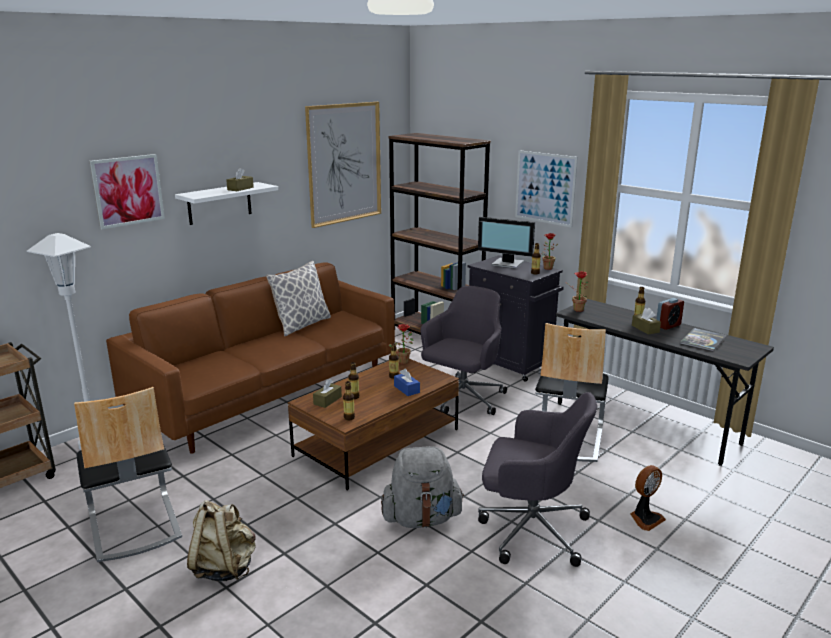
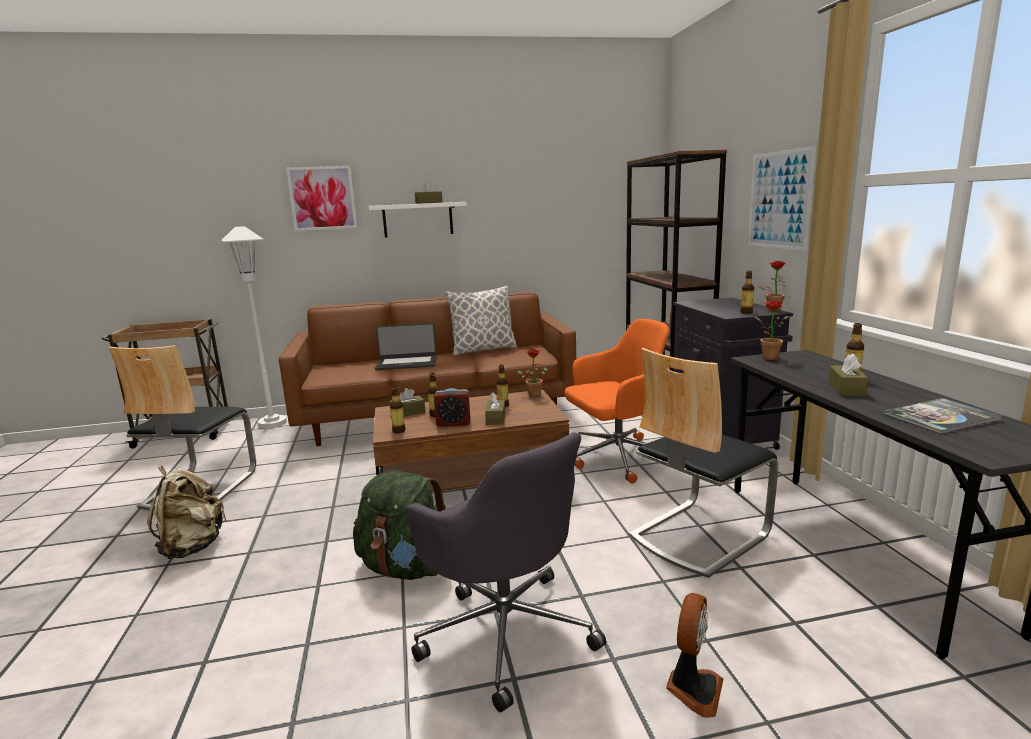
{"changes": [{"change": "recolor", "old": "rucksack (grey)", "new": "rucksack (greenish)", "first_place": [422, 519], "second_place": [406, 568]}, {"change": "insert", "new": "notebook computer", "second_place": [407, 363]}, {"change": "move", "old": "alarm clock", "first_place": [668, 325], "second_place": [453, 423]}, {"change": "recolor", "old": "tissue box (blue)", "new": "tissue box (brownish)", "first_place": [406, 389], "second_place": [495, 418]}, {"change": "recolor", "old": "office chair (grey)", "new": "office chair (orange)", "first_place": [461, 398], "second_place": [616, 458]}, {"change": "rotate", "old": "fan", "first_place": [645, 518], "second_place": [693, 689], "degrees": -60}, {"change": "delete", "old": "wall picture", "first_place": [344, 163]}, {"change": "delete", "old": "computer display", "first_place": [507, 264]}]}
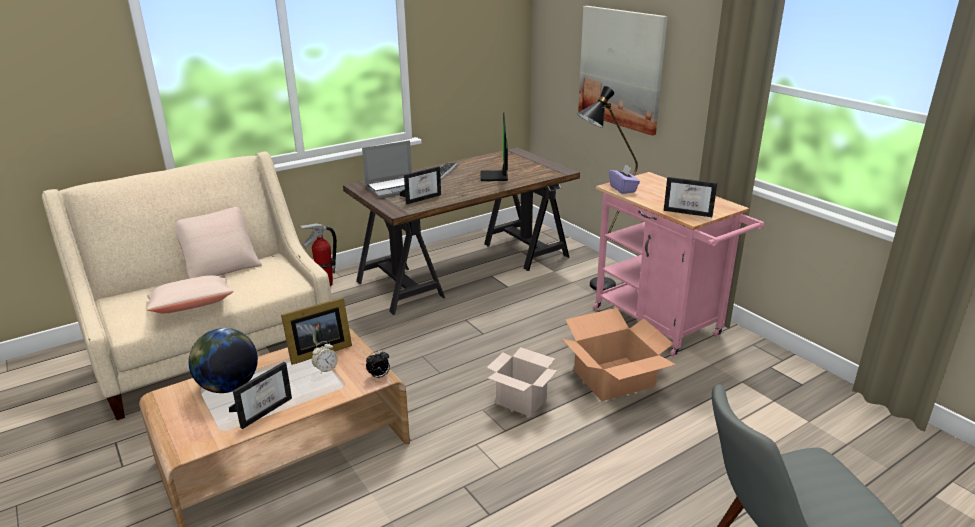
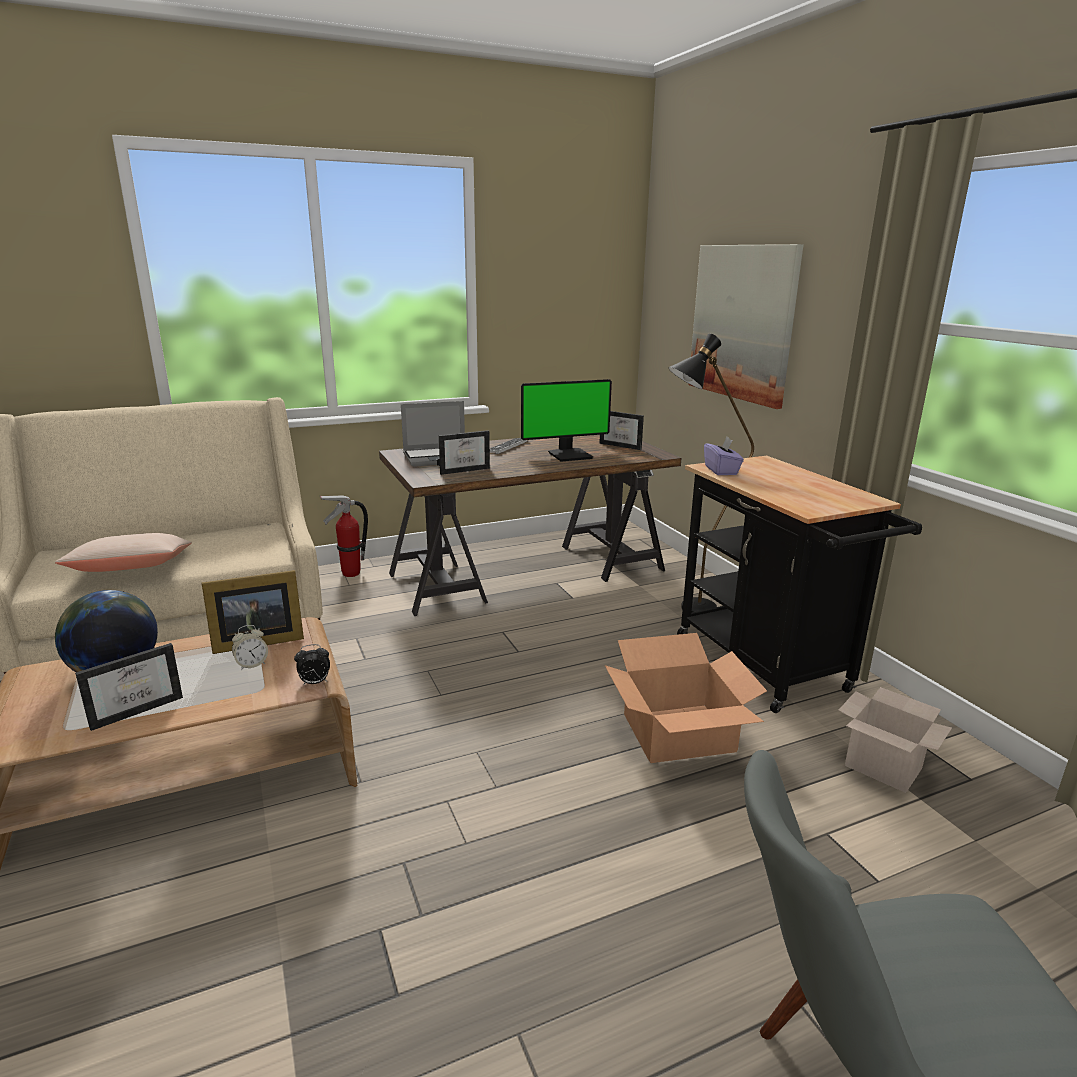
{"changes": [{"change": "rotate", "old": "computer display", "first_place": [496, 176], "second_place": [570, 455], "degrees": -120}, {"change": "move", "old": "picture frame", "first_place": [689, 212], "second_place": [623, 445]}, {"change": "recolor", "old": "cart (pink)", "new": "cart (black-coloured)", "first_place": [662, 325], "second_place": [769, 668]}, {"change": "move", "old": "cardboard box", "first_place": [522, 401], "second_place": [885, 767]}, {"change": "delete", "old": "pillow (beige)", "first_place": [221, 267]}]}
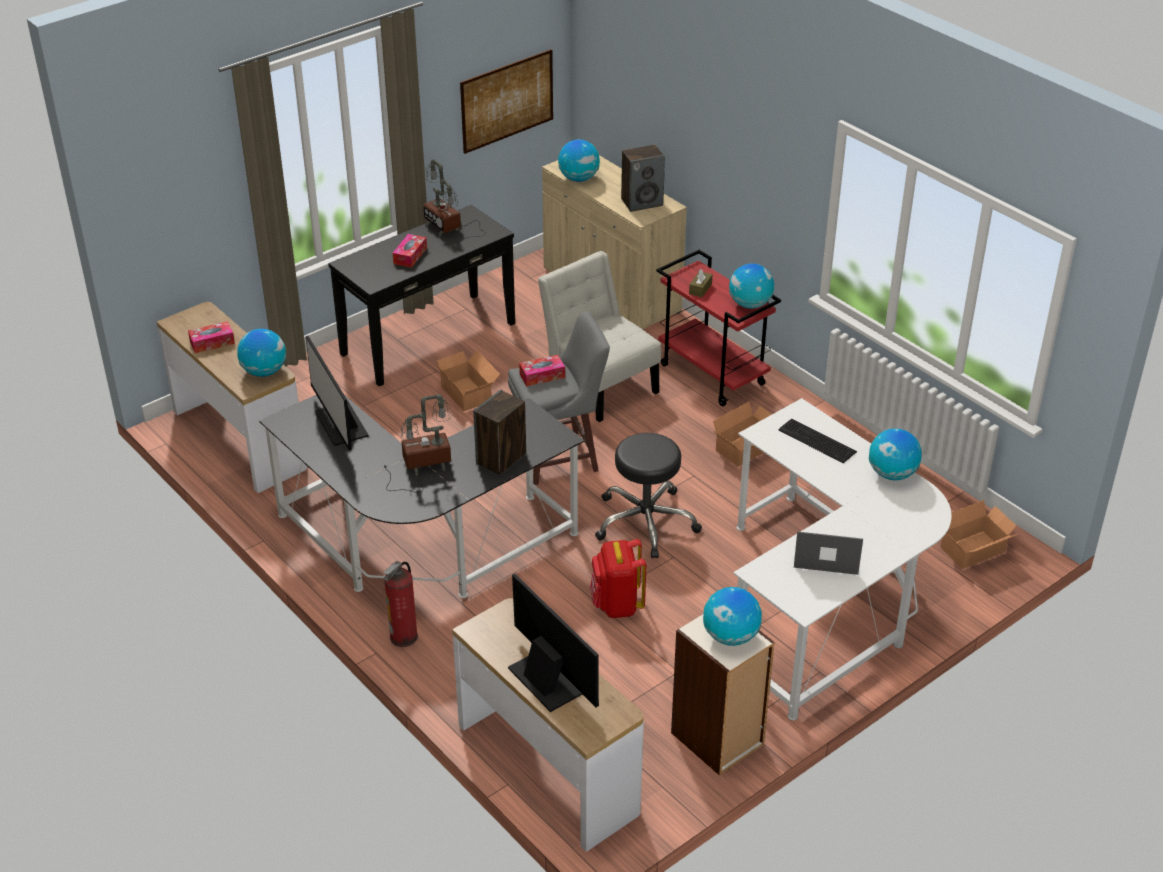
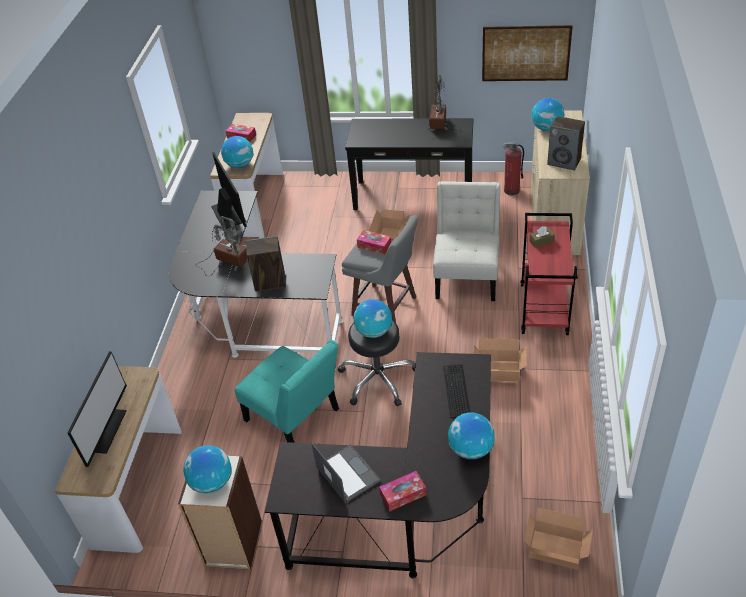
{"changes": [{"change": "rotate", "old": "computer display", "first_place": [340, 424], "second_place": [229, 214], "degrees": 135}, {"change": "replace", "old": "rucksack (reddish)", "new": "plain chair (blue-green)", "first_place": [617, 605], "second_place": [295, 418]}, {"change": "recolor", "old": "desk unit (whitish)", "new": "desk unit (black-coloured)", "first_place": [827, 601], "second_place": [410, 509]}, {"change": "move", "old": "world globe", "first_place": [750, 304], "second_place": [374, 331]}, {"change": "move", "old": "tissue box", "first_place": [410, 256], "second_place": [403, 494]}, {"change": "move", "old": "fire-fighting cylinder", "first_place": [404, 637], "second_place": [511, 190]}]}
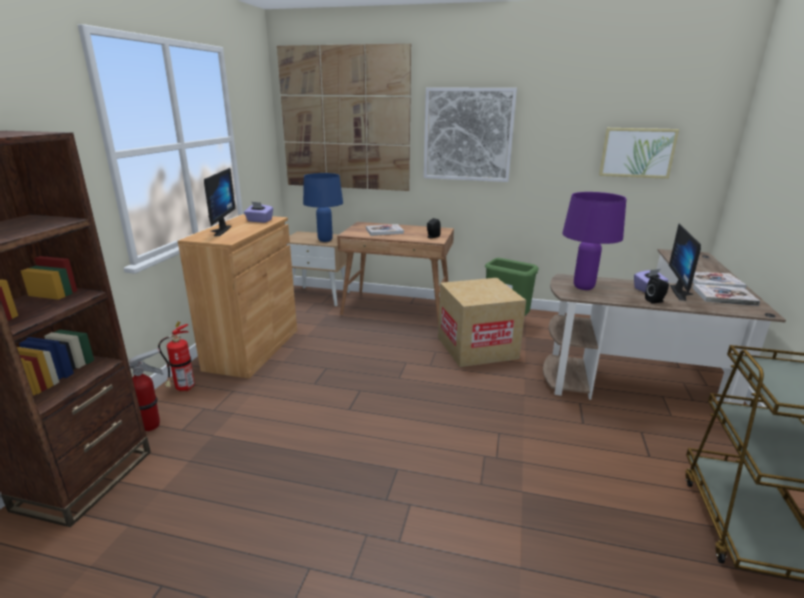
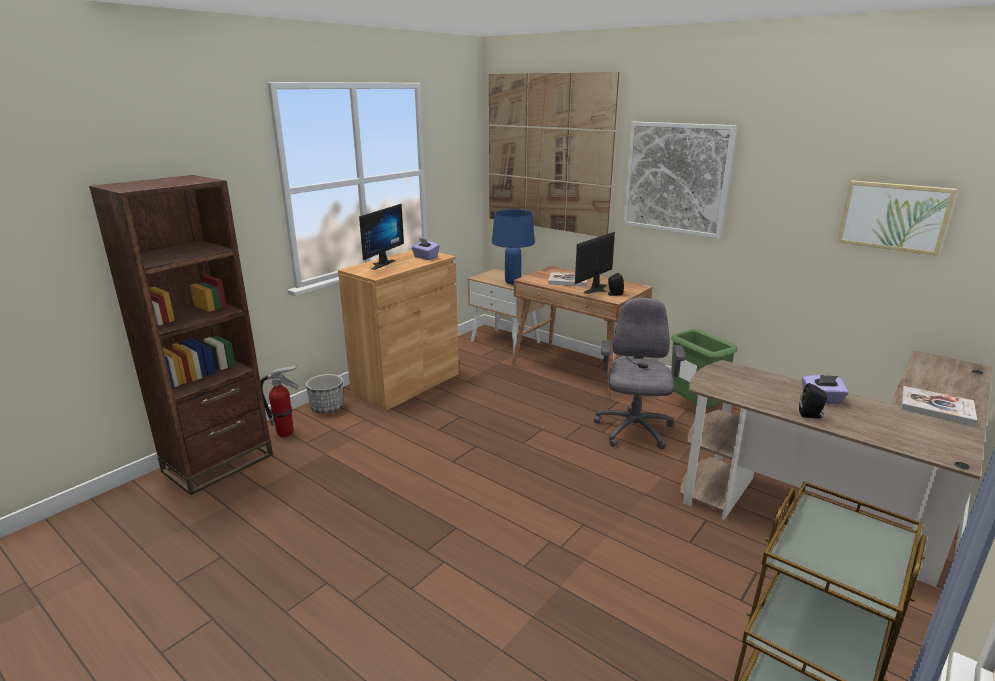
{"changes": [{"change": "replace", "old": "fire-fighting cylinder", "new": "flower pot", "first_place": [183, 389], "second_place": [327, 408]}, {"change": "move", "old": "computer display", "first_place": [683, 293], "second_place": [599, 290]}, {"change": "replace", "old": "cardboard box", "new": "office chair (grey)", "first_place": [477, 348], "second_place": [633, 430]}, {"change": "delete", "old": "lamp for a table (purple)", "first_place": [583, 287]}, {"change": "delete", "old": "book", "first_place": [724, 296]}]}
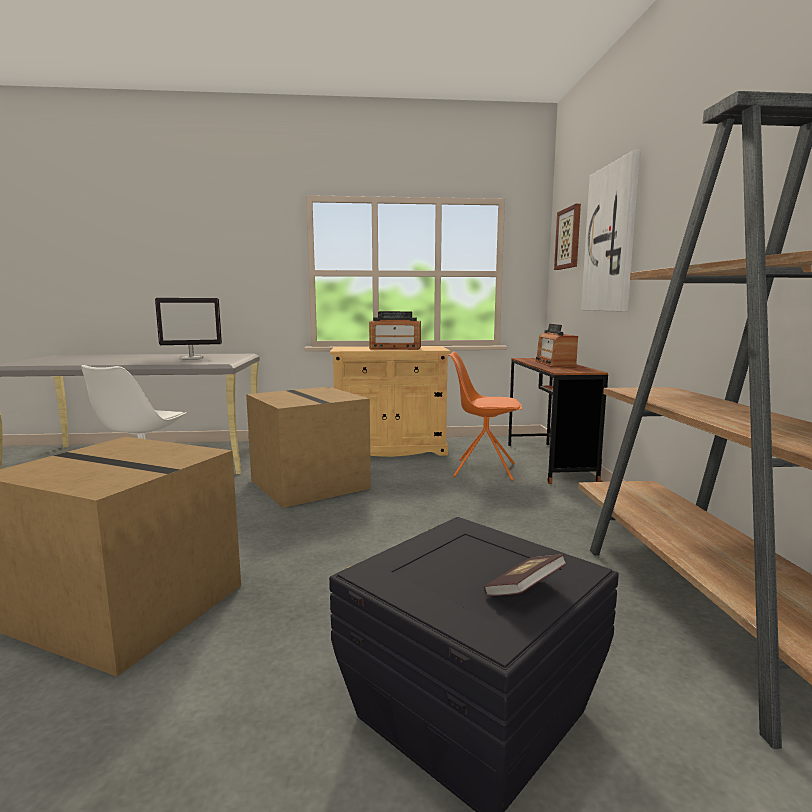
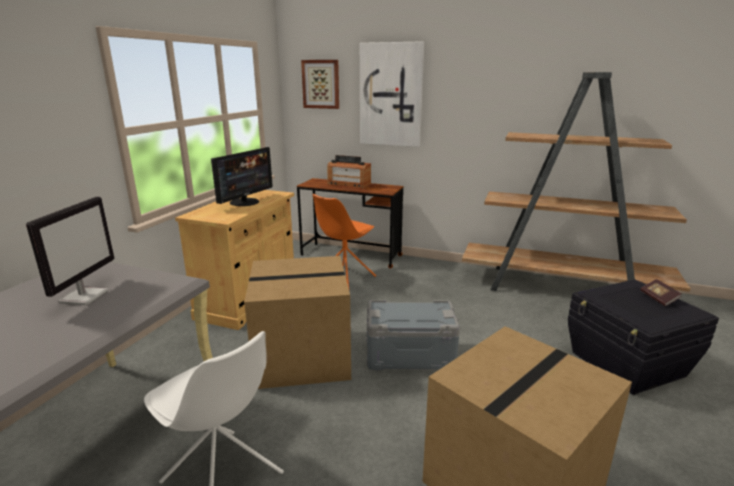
{"changes": [{"change": "replace", "old": "radio set", "new": "computer display", "first_place": [395, 348], "second_place": [245, 202]}, {"change": "insert", "new": "storage bin (grey)", "second_place": [410, 356]}]}
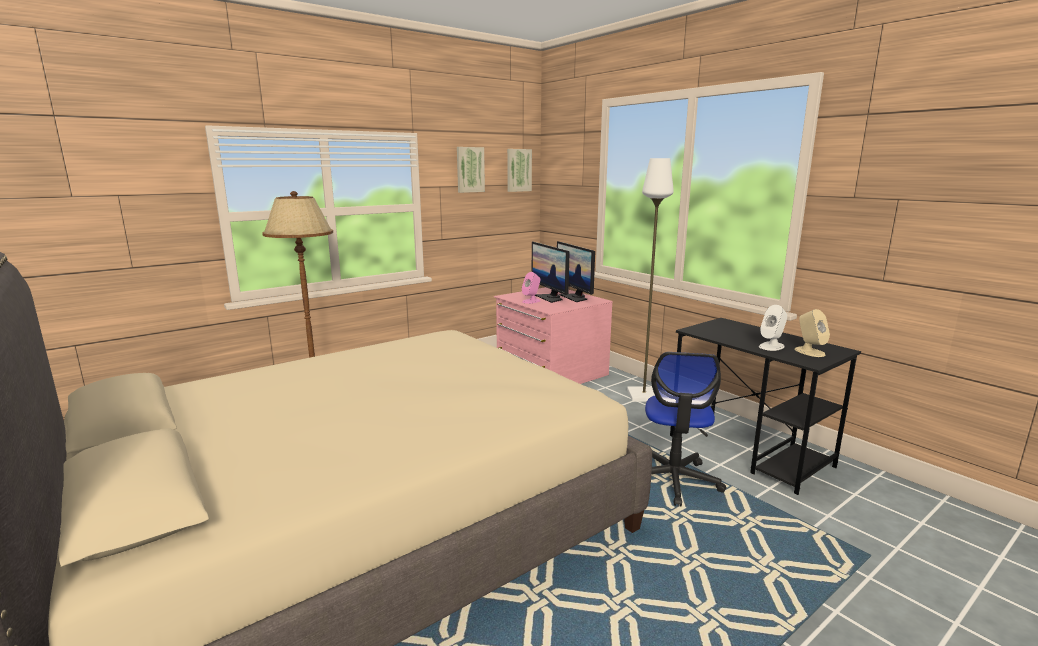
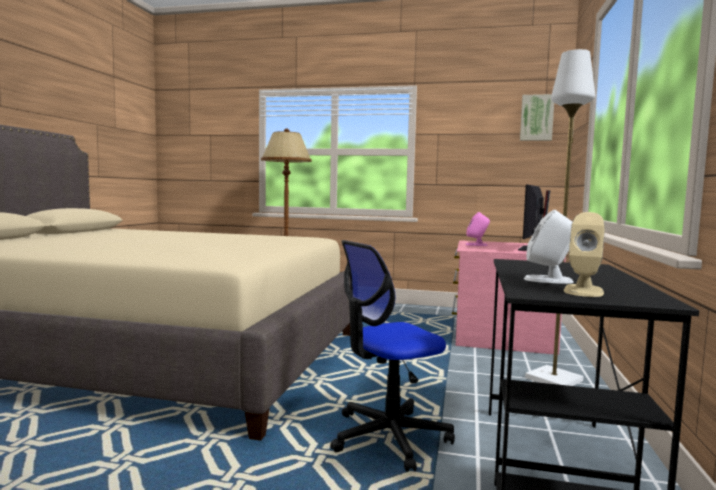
{"changes": [{"change": "delete", "old": "wall picture", "first_place": [469, 169]}, {"change": "delete", "old": "computer display", "first_place": [550, 298]}]}
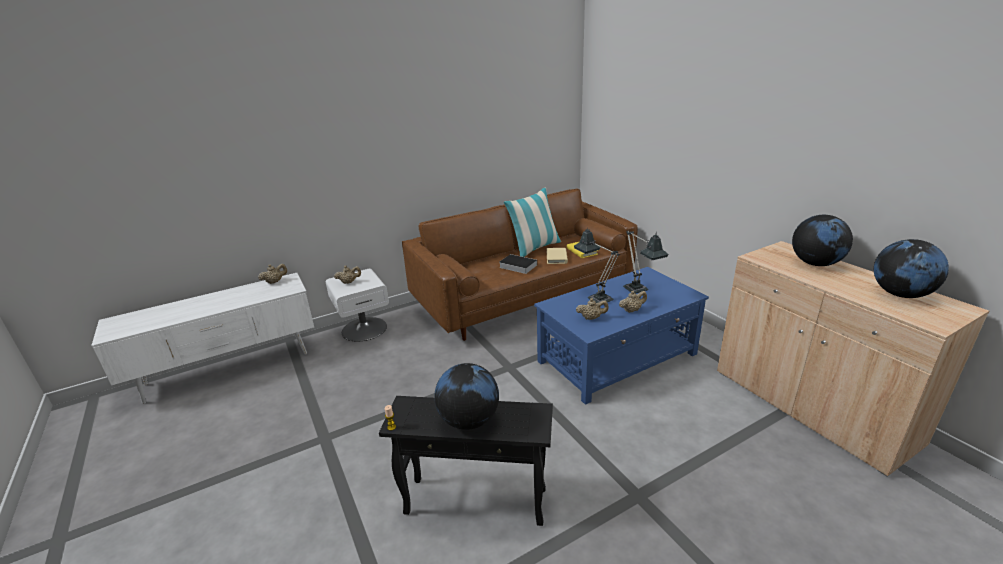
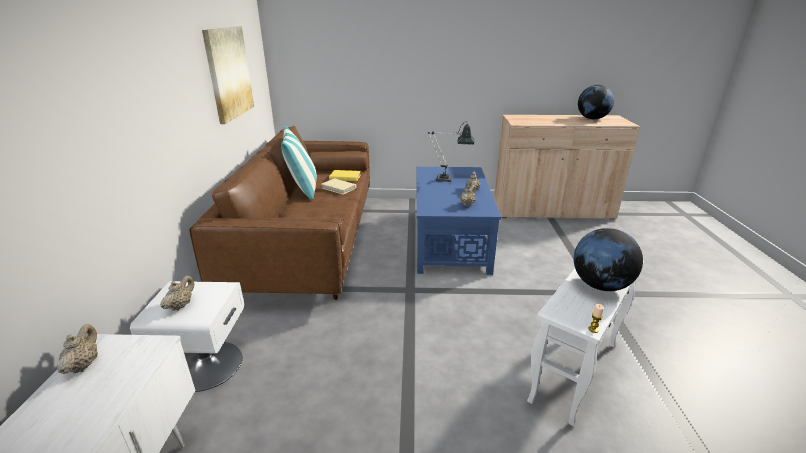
{"changes": [{"change": "insert", "new": "wall picture", "second_place": [228, 73]}, {"change": "recolor", "old": "side table (black-coloured)", "new": "side table (whitish)", "first_place": [476, 501], "second_place": [574, 371]}, {"change": "delete", "old": "book", "first_place": [516, 266]}, {"change": "delete", "old": "lamp for a table", "first_place": [596, 297]}, {"change": "delete", "old": "world globe", "first_place": [815, 263]}]}
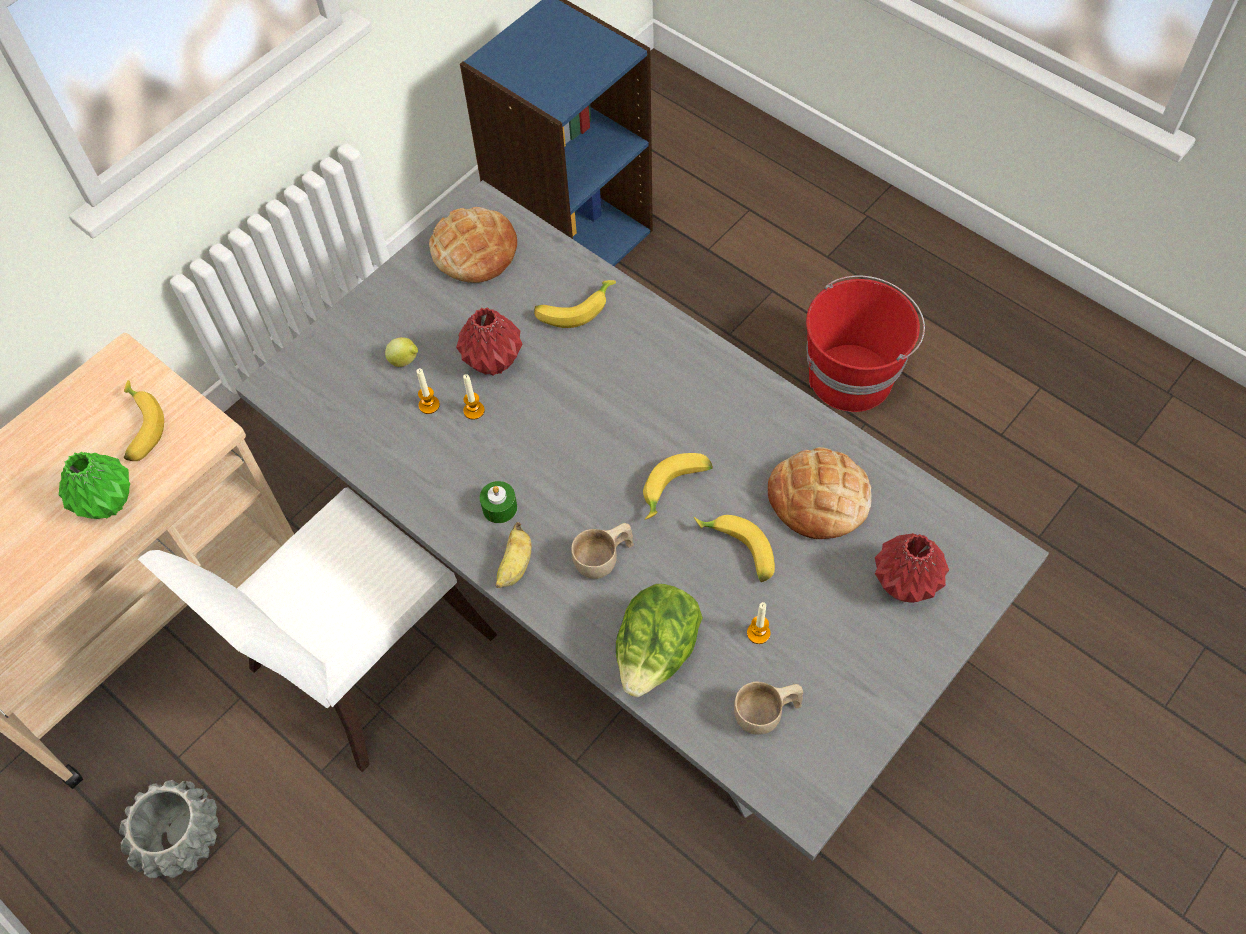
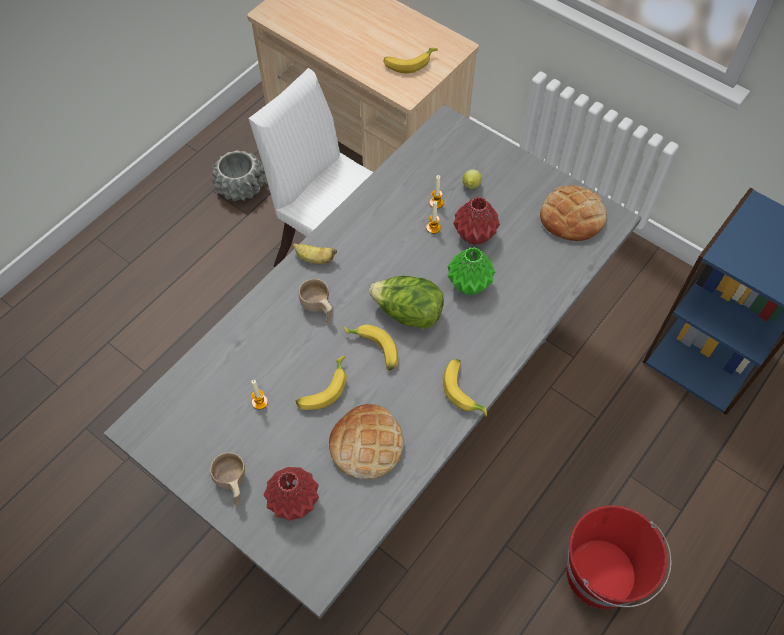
{"changes": [{"change": "move", "old": "cup (beige)", "first_place": [767, 715], "second_place": [232, 484]}, {"change": "move", "old": "lettuce", "first_place": [656, 653], "second_place": [408, 313]}, {"change": "move", "old": "whole banana", "first_place": [574, 308], "second_place": [465, 390]}, {"change": "move", "old": "flower vase (greenish)", "first_place": [106, 503], "second_place": [468, 284]}, {"change": "delete", "old": "wax candle (greenish)", "first_place": [499, 507]}]}
